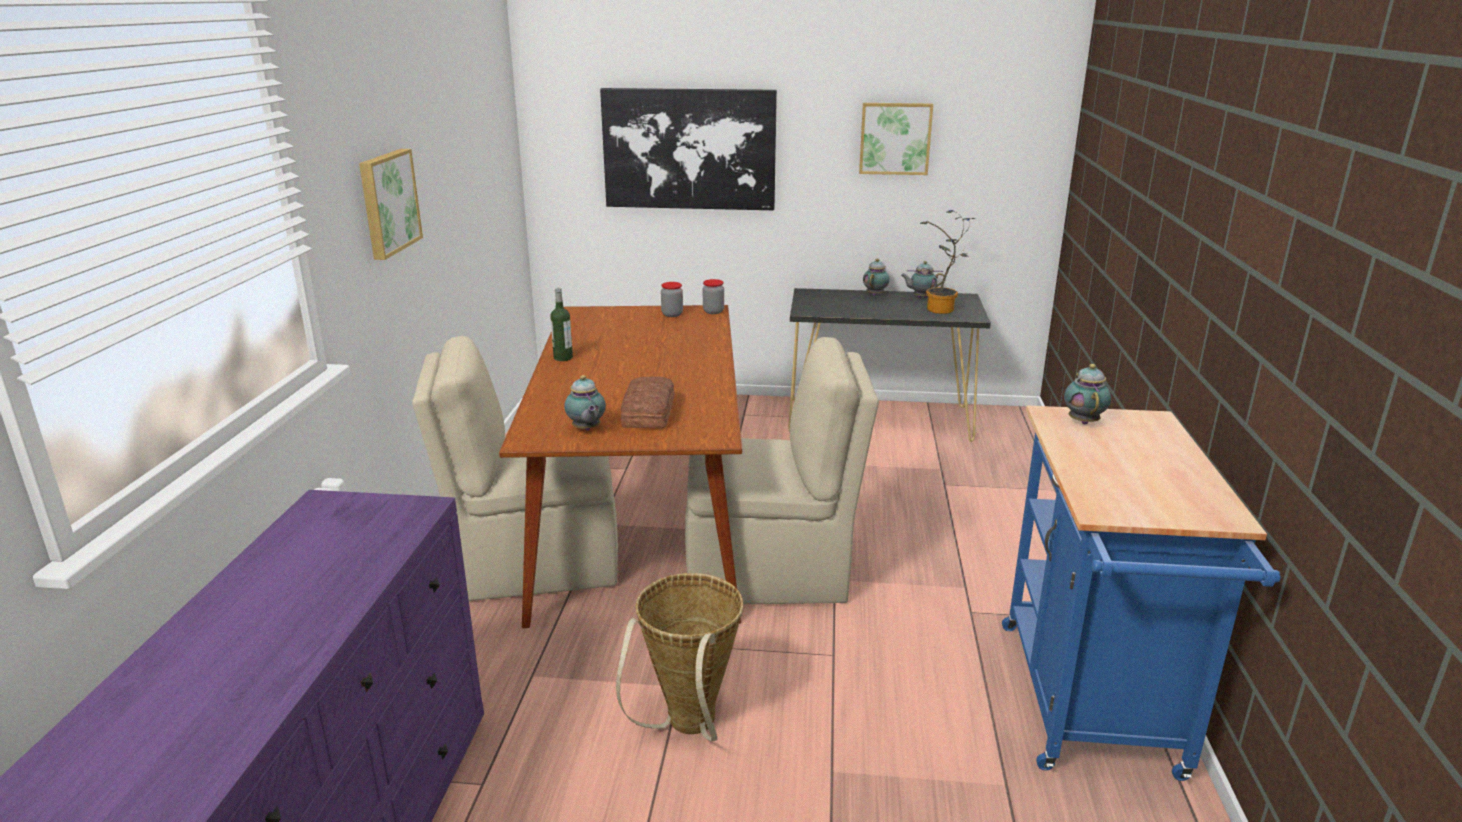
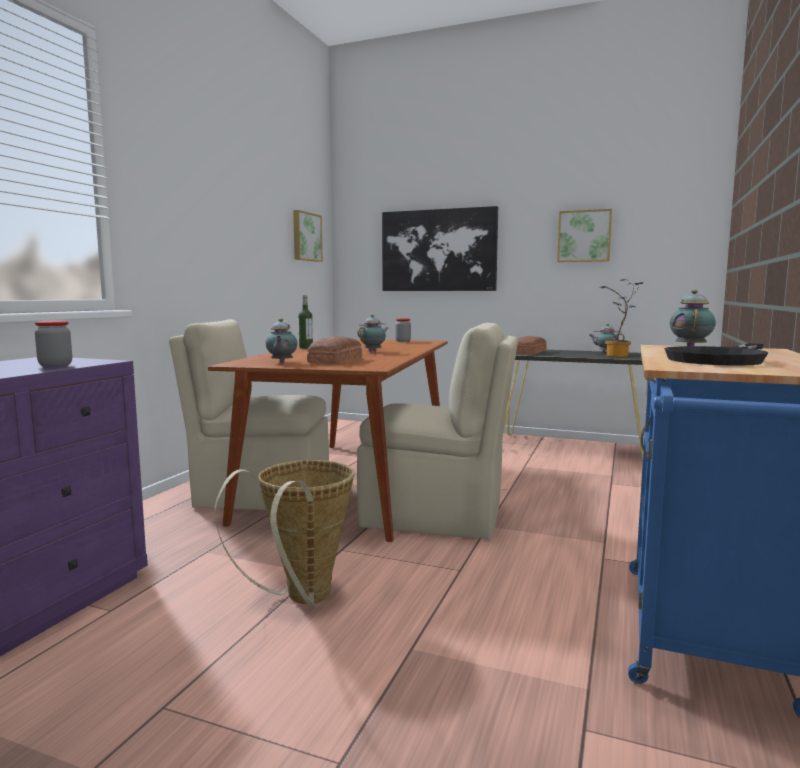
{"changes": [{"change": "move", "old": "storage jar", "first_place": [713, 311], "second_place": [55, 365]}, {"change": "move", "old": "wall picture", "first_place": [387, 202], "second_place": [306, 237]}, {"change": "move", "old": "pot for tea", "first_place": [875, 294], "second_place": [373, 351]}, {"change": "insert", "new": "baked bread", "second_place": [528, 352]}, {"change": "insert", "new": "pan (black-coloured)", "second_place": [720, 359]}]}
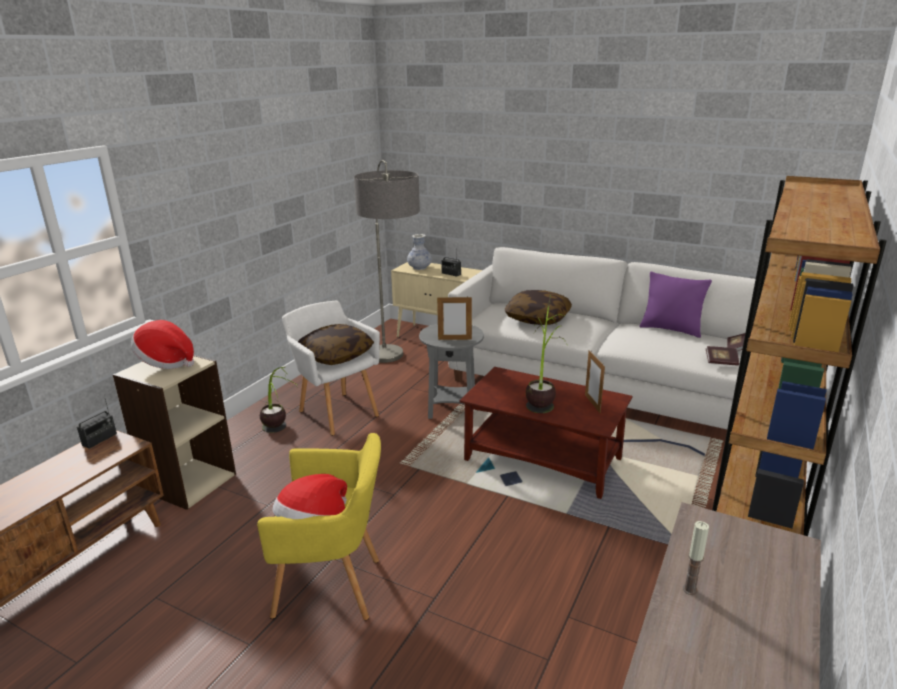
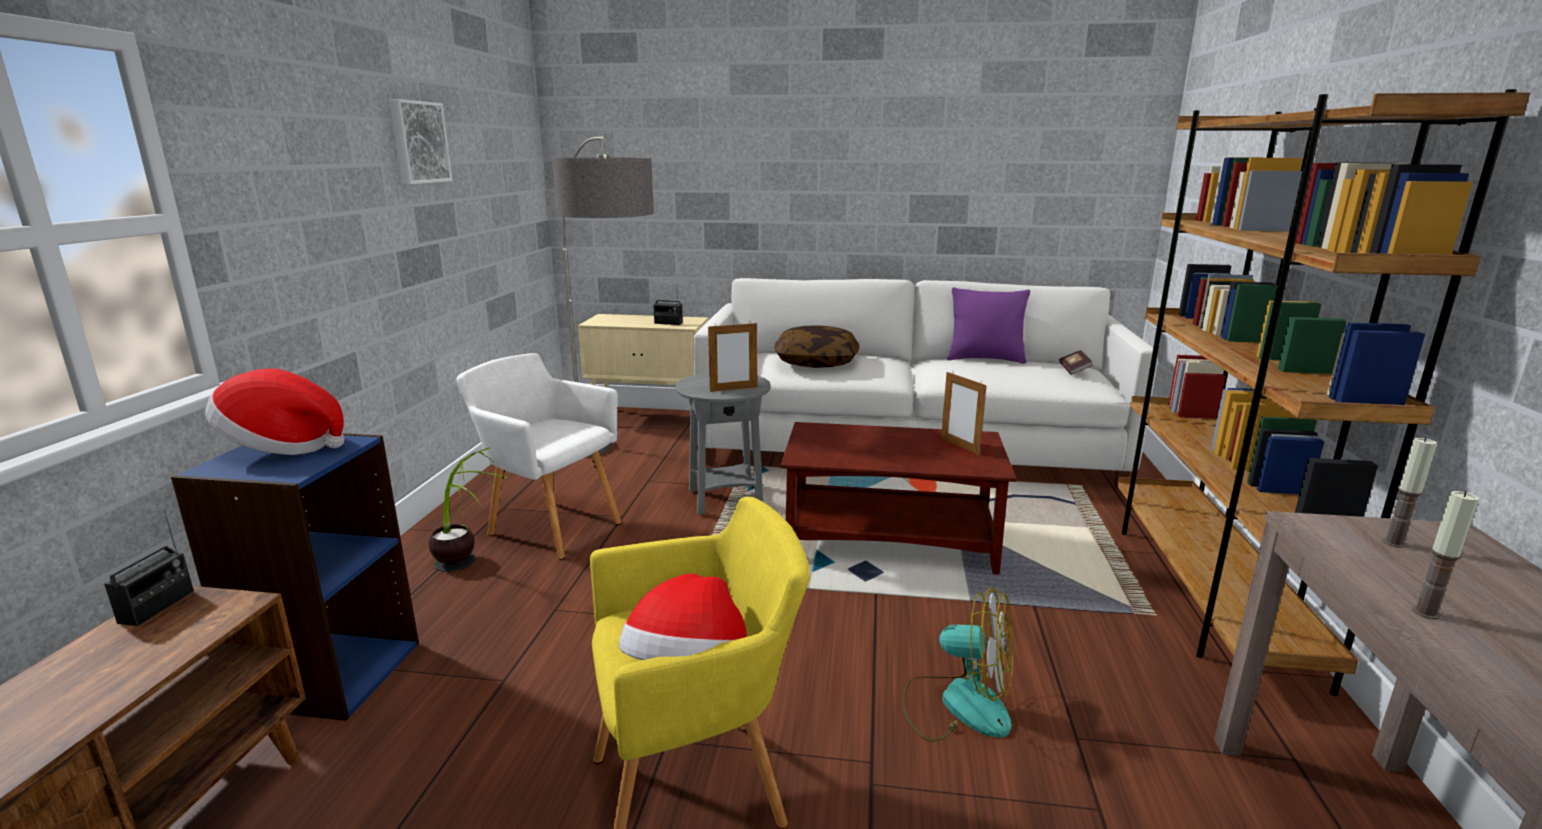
{"changes": [{"change": "recolor", "old": "bookshelf (beige)", "new": "bookshelf (blue)", "first_place": [189, 482], "second_place": [331, 673]}, {"change": "insert", "new": "wall picture", "second_place": [418, 142]}, {"change": "insert", "new": "fan", "second_place": [958, 704]}, {"change": "insert", "new": "wax candle", "second_place": [1394, 543]}, {"change": "delete", "old": "pillow", "first_place": [336, 355]}, {"change": "delete", "old": "flower vase", "first_place": [419, 268]}, {"change": "delete", "old": "houseplant", "first_place": [543, 397]}, {"change": "delete", "old": "book", "first_place": [721, 362]}]}
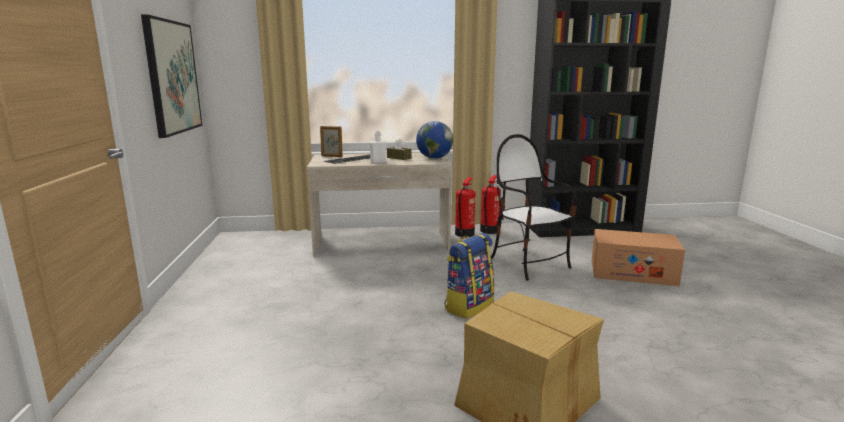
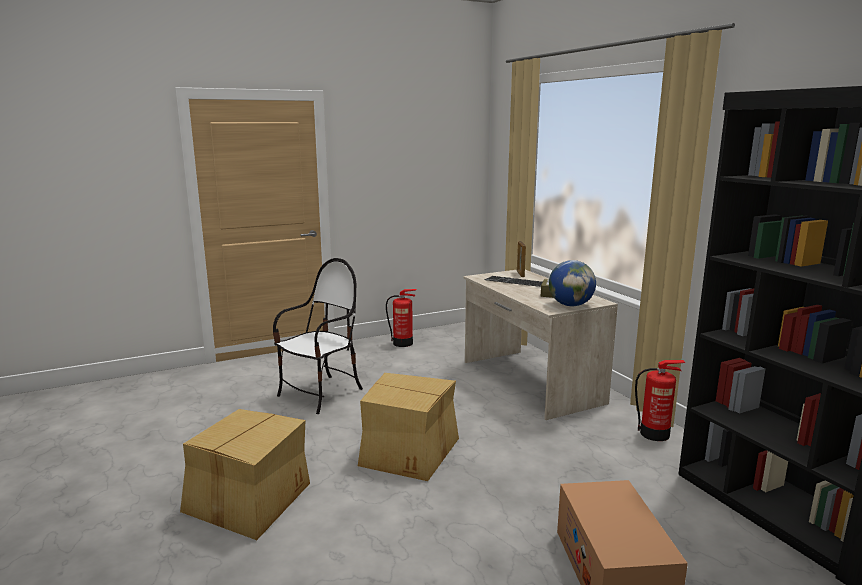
{"changes": [{"change": "move", "old": "plain chair", "first_place": [529, 264], "second_place": [321, 394]}, {"change": "replace", "old": "rucksack", "new": "cardboard box", "first_place": [468, 306], "second_place": [408, 451]}, {"change": "move", "old": "fire-fighting cylinder", "first_place": [464, 234], "second_place": [403, 343]}, {"change": "delete", "old": "wall picture", "first_place": [172, 77]}, {"change": "delete", "old": "bottle (whitish)", "first_place": [378, 162]}]}
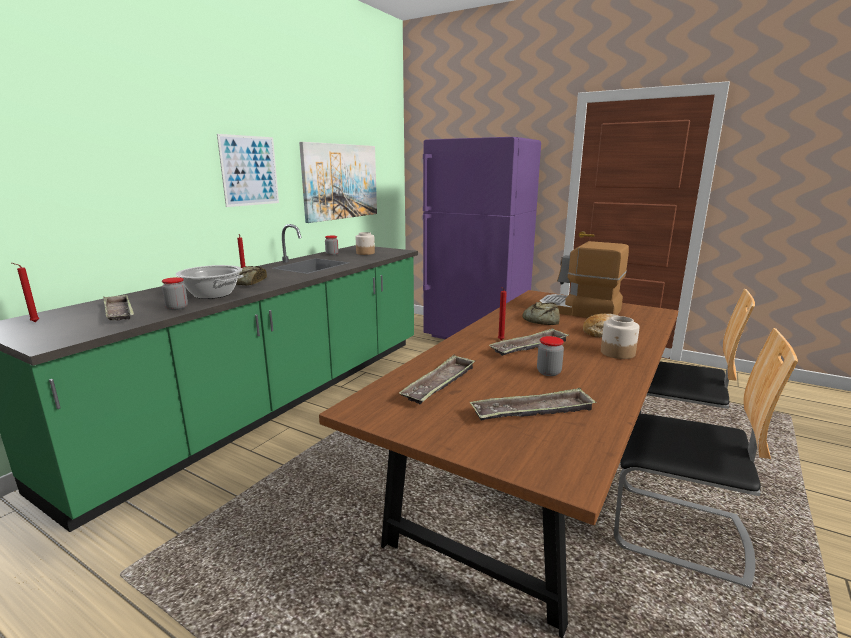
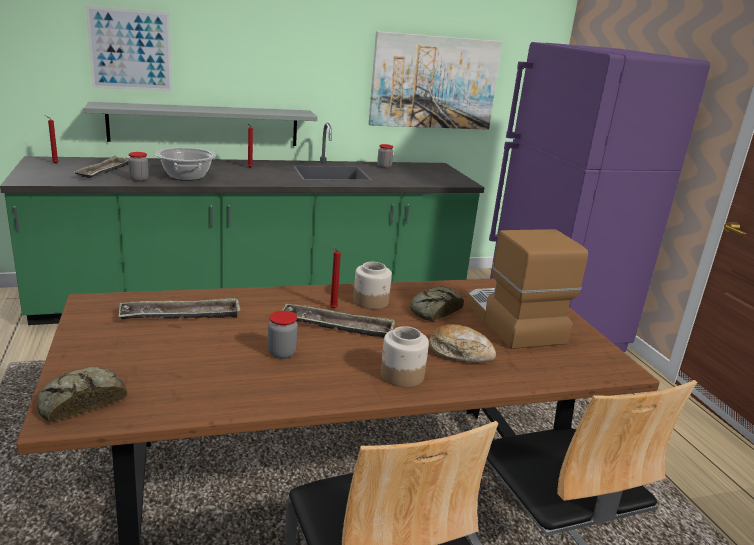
{"changes": [{"change": "move", "old": "baked bread", "first_place": [248, 282], "second_place": [80, 401]}, {"change": "insert", "new": "wall shelf (grey)", "second_place": [205, 125]}, {"change": "move", "old": "wall picture", "first_place": [249, 171], "second_place": [130, 50]}, {"change": "move", "old": "storage jar", "first_place": [365, 253], "second_place": [371, 301]}, {"change": "delete", "old": "serving tray", "first_place": [532, 412]}]}
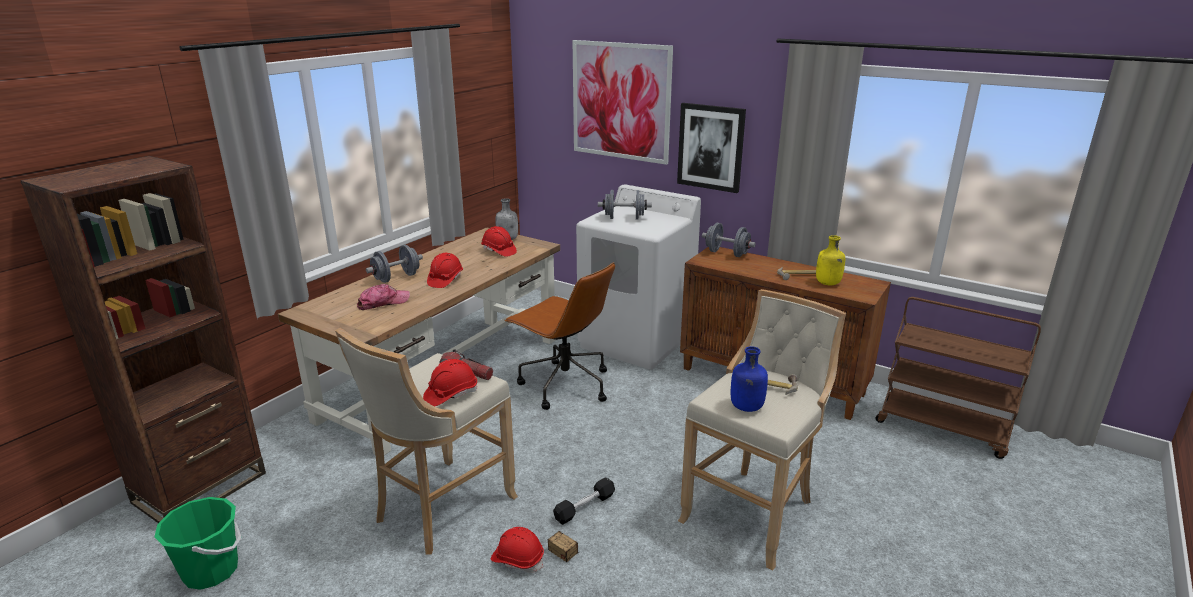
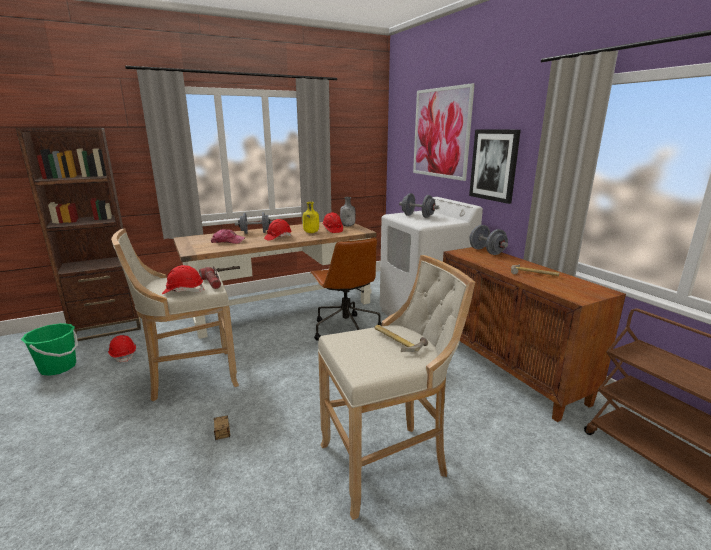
{"changes": [{"change": "move", "old": "safety helmet (reddish)", "first_place": [517, 559], "second_place": [123, 355]}, {"change": "move", "old": "bottle (yellow)", "first_place": [828, 283], "second_place": [311, 232]}, {"change": "delete", "old": "free weight (black-coloured)", "first_place": [584, 507]}, {"change": "delete", "old": "bottle (blue)", "first_place": [746, 407]}]}
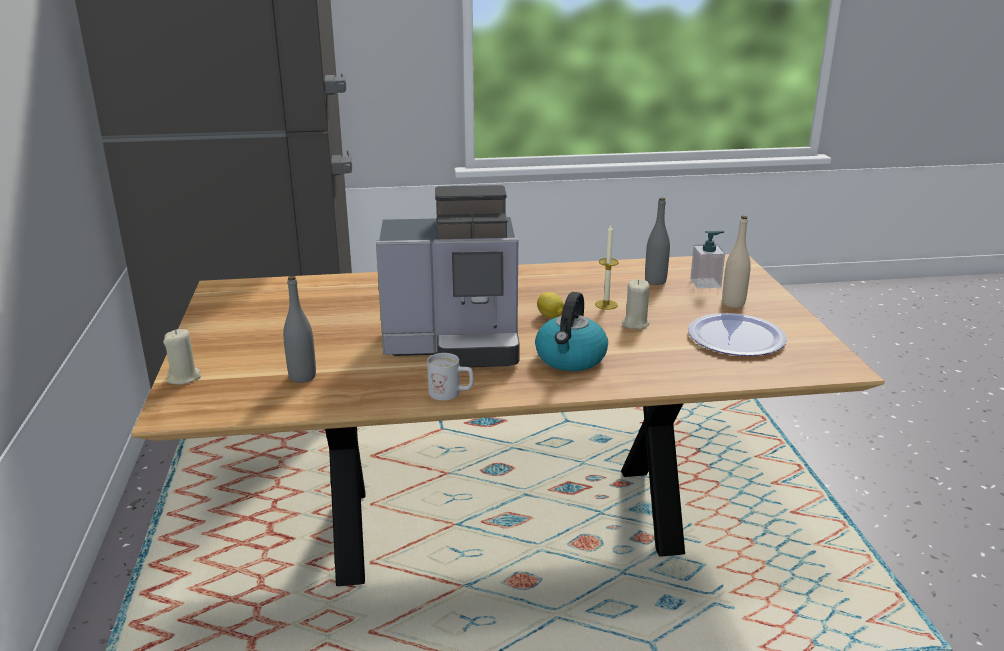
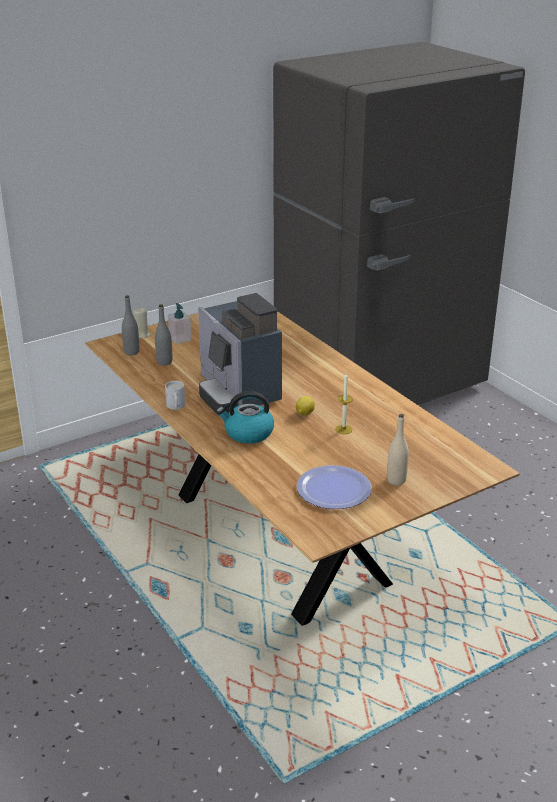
{"changes": [{"change": "move", "old": "bottle (grey)", "first_place": [655, 281], "second_place": [131, 352]}, {"change": "move", "old": "soap bottle", "first_place": [705, 283], "second_place": [180, 339]}, {"change": "delete", "old": "wax candle (beige)", "first_place": [635, 323]}]}
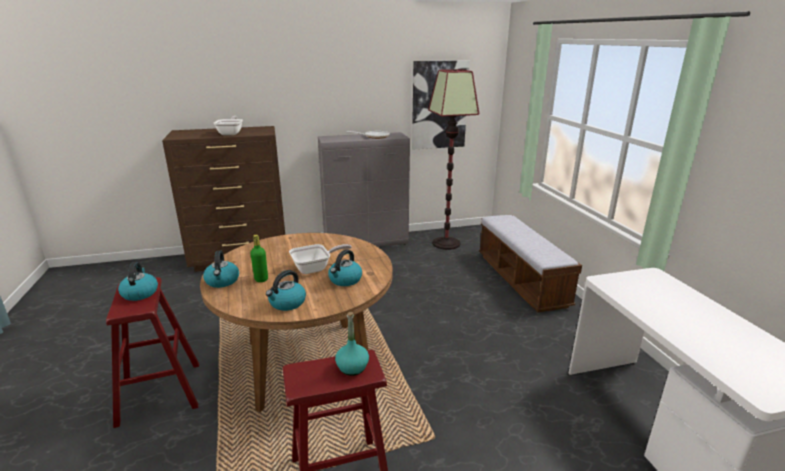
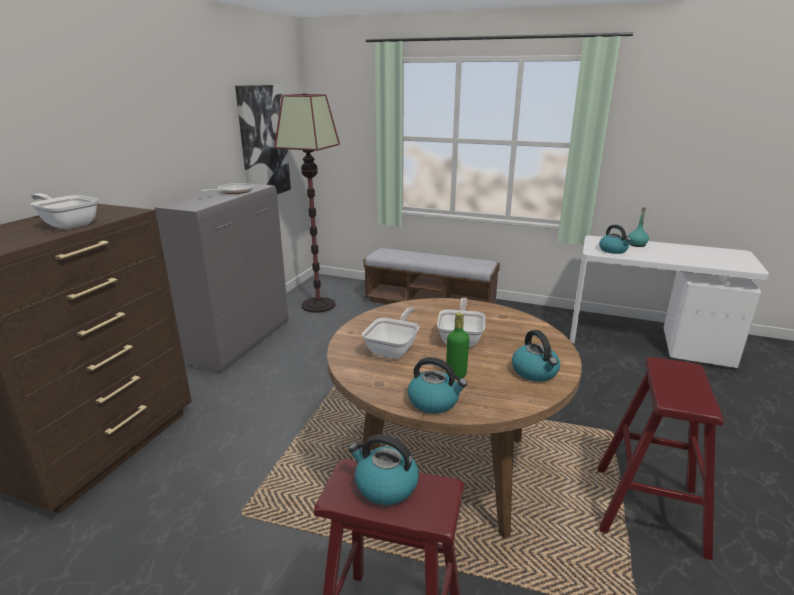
{"changes": [{"change": "insert", "new": "pan", "second_place": [394, 349]}, {"change": "move", "old": "kettle", "first_place": [345, 280], "second_place": [613, 250]}, {"change": "move", "old": "bottle (blue-green)", "first_place": [352, 367], "second_place": [636, 245]}]}
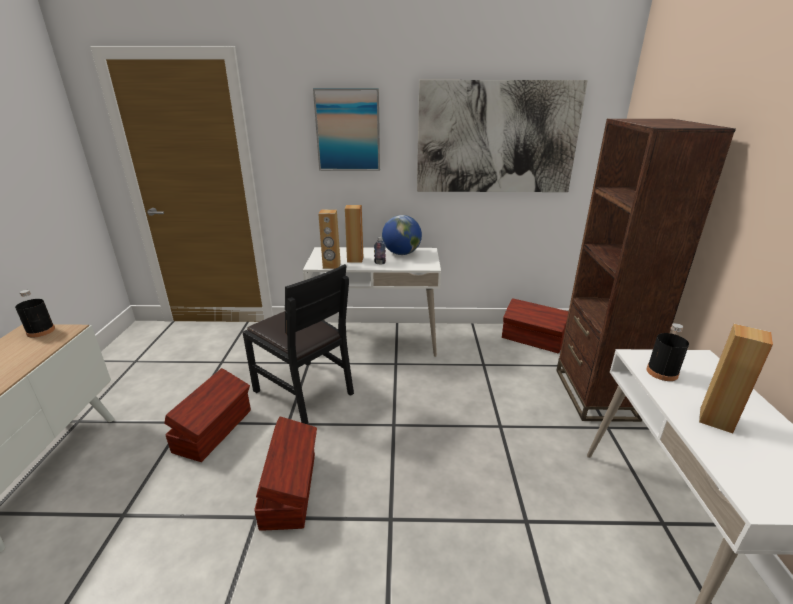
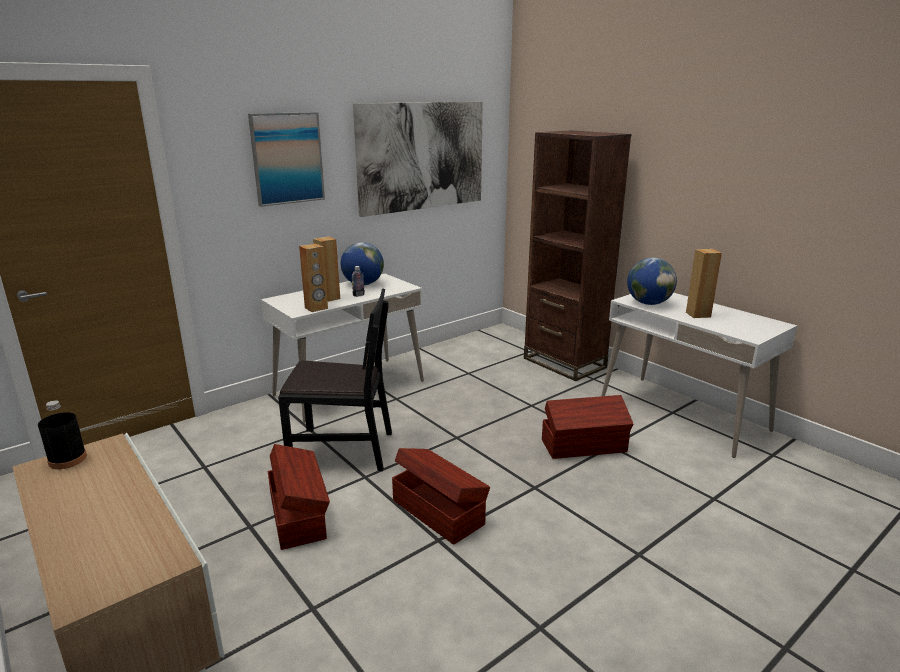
{"changes": [{"change": "move", "old": "storage bin (brownish)", "first_place": [533, 340], "second_place": [585, 446]}, {"change": "replace", "old": "bottle (black-coloured)", "new": "world globe", "first_place": [662, 372], "second_place": [648, 303]}]}
